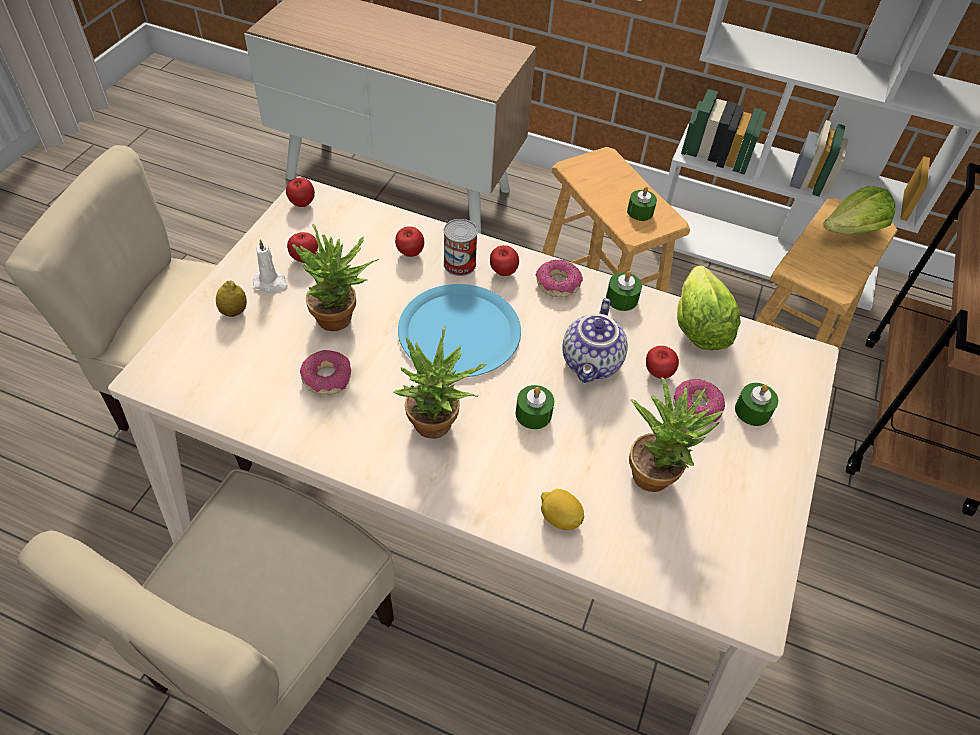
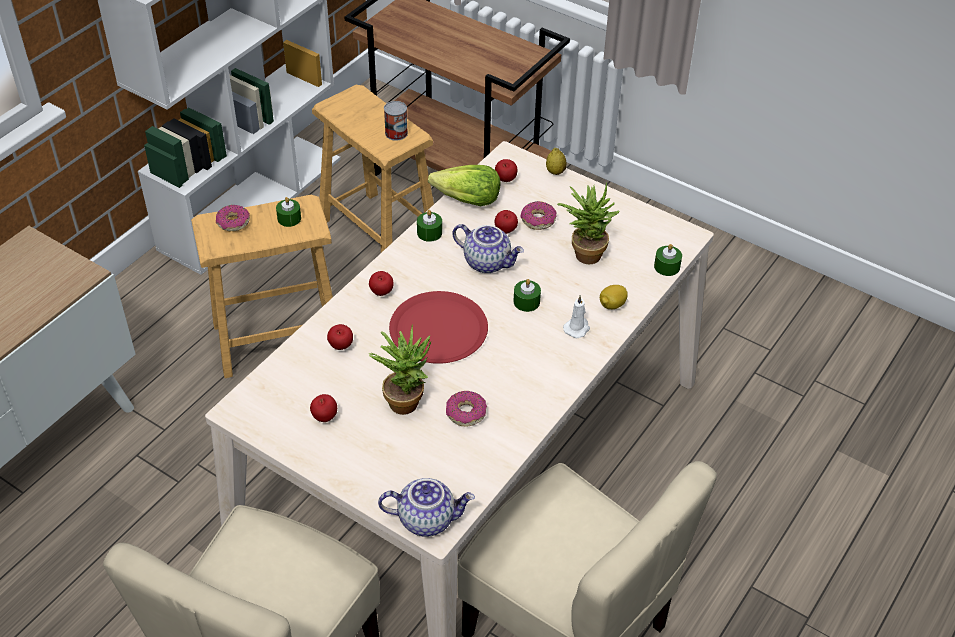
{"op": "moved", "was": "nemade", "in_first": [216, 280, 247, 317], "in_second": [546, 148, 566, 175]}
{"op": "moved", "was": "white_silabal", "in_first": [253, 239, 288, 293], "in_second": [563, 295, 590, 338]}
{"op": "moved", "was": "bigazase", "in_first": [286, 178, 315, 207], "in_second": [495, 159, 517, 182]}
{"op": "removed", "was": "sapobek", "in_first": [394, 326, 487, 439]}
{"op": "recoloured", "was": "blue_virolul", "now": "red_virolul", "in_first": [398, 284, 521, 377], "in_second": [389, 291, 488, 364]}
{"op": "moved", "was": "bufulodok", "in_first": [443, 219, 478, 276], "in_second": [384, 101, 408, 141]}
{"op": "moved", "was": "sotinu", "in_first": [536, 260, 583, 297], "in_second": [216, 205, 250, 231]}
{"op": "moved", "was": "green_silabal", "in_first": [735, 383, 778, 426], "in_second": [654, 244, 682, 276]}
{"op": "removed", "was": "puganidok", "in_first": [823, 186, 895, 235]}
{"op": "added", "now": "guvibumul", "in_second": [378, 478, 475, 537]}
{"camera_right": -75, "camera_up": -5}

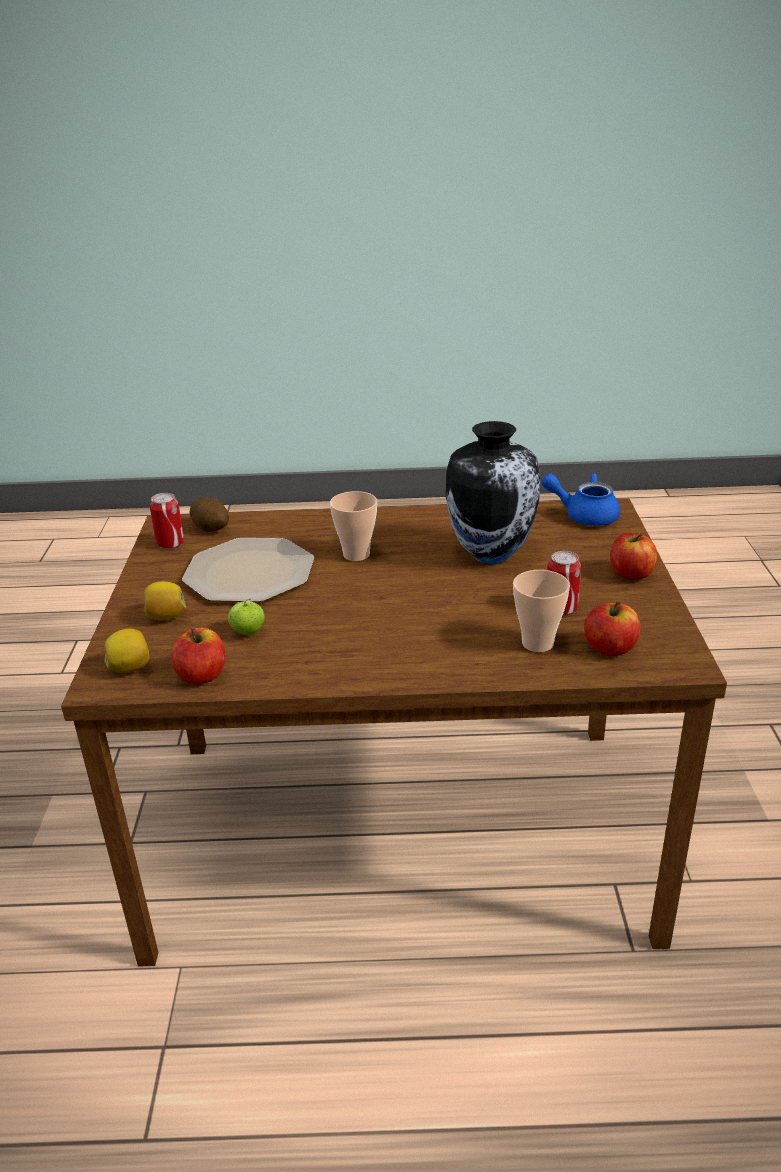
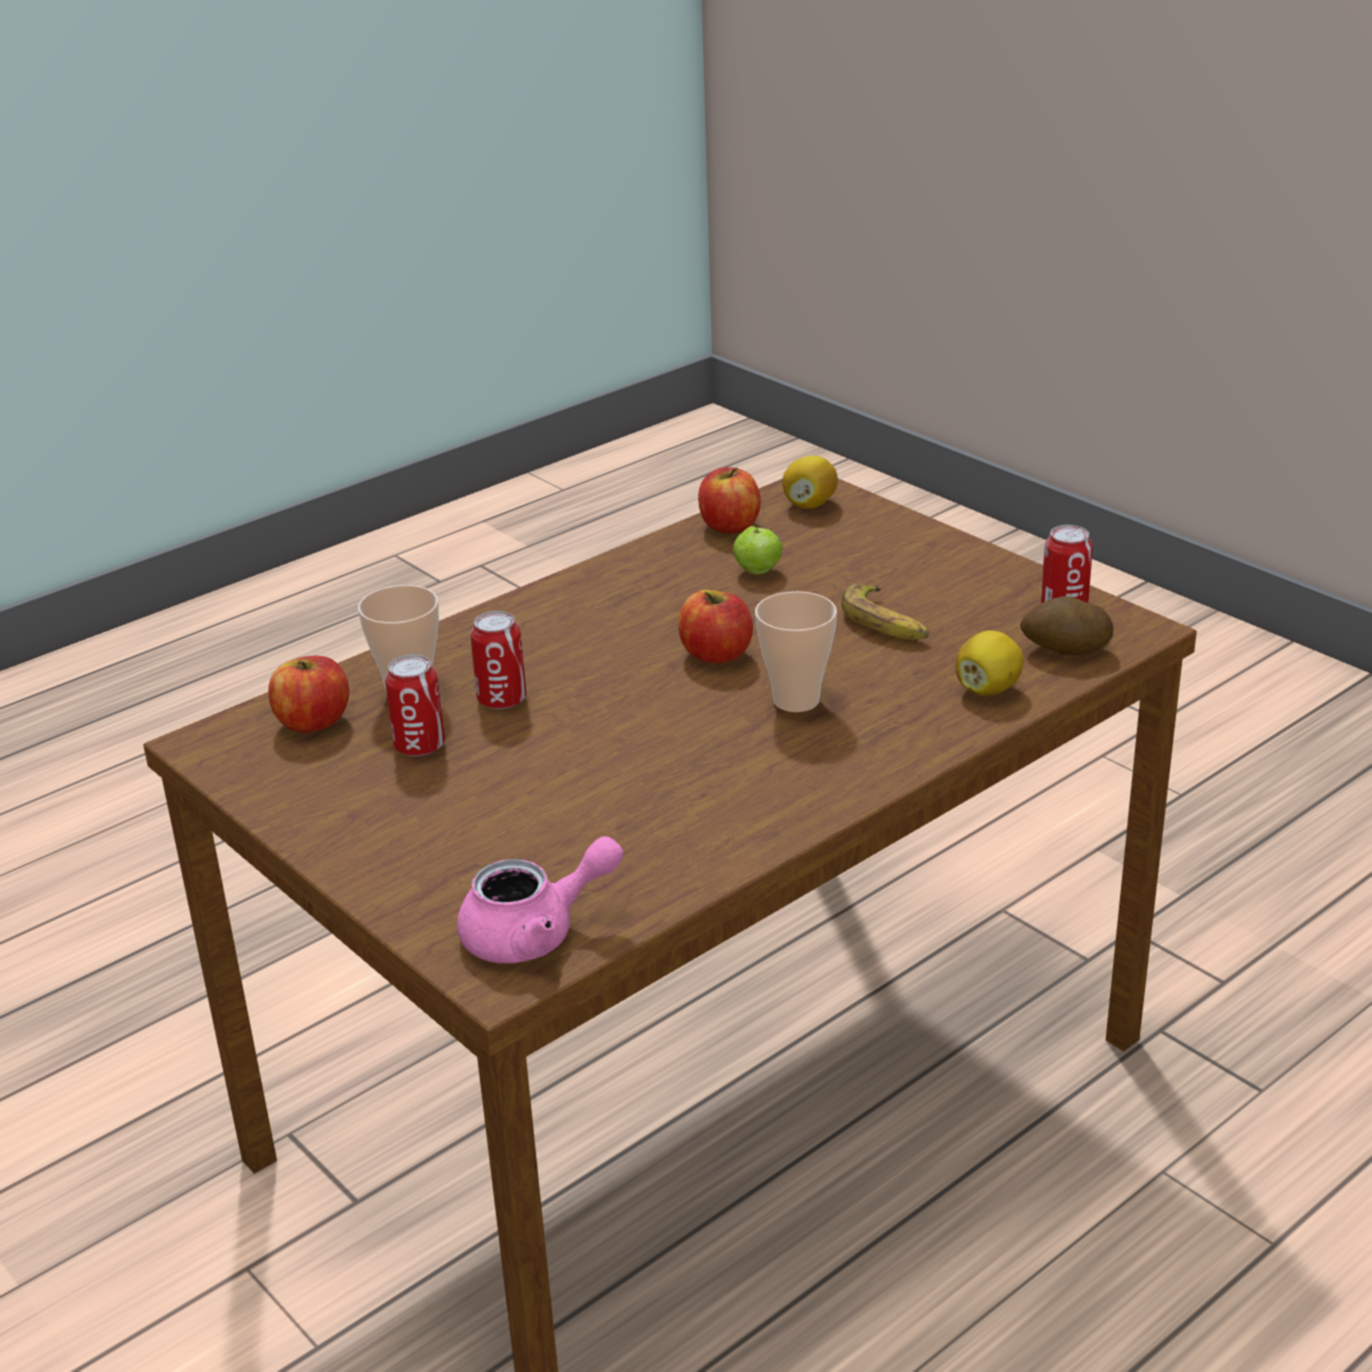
{"op": "moved", "was": "nemade", "in_first": [144, 581, 186, 620], "in_second": [956, 630, 1024, 696]}
{"op": "replaced", "was": "virolul", "now": "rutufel", "in_first": [182, 538, 314, 602], "in_second": [841, 584, 929, 640]}
{"op": "removed", "was": "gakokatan", "in_first": [446, 421, 540, 564]}
{"op": "recoloured", "was": "blue_guvibumul", "now": "pink_guvibumul", "in_first": [541, 474, 620, 526], "in_second": [457, 836, 623, 963]}
{"op": "moved", "was": "bigazase", "in_first": [610, 532, 657, 580], "in_second": [678, 590, 753, 663]}
{"op": "added", "now": "bufulodok", "in_second": [471, 611, 526, 709]}
{"camera_right": 140, "camera_up": 0}

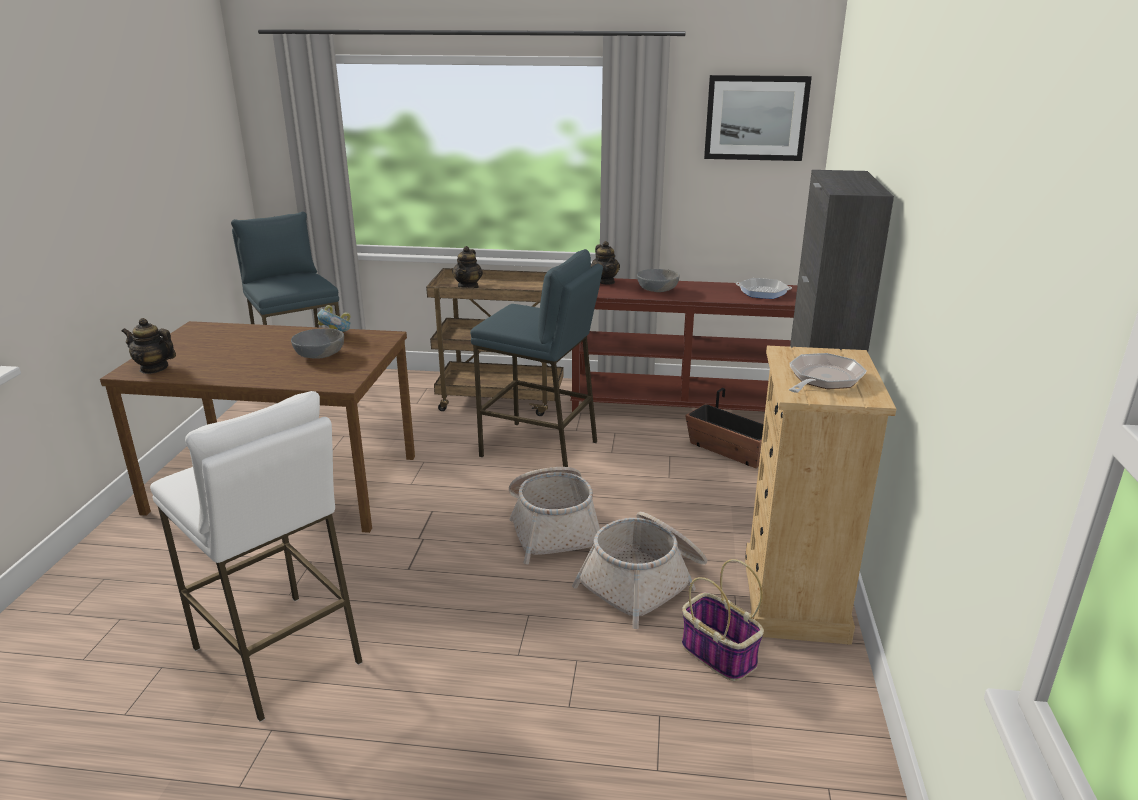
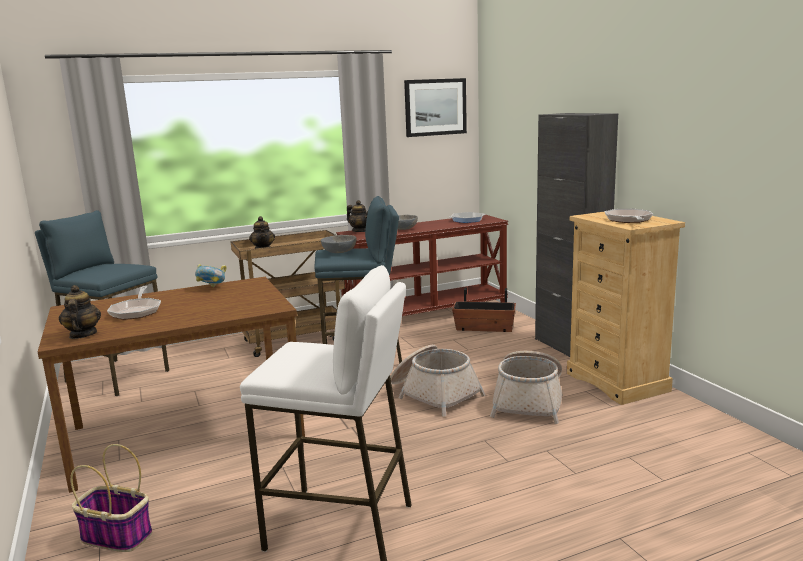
{"op": "turned", "was": "guvibumul", "in_first": [121, 318, 176, 374], "in_second": [59, 285, 101, 339], "clockwise": 90}
{"op": "moved", "was": "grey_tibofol", "in_first": [291, 328, 344, 359], "in_second": [321, 235, 357, 253]}
{"op": "moved", "was": "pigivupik", "in_first": [682, 559, 764, 681], "in_second": [70, 444, 152, 552]}
{"op": "added", "now": "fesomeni", "in_second": [107, 286, 161, 320]}
{"camera_right": -30, "camera_up": -10}

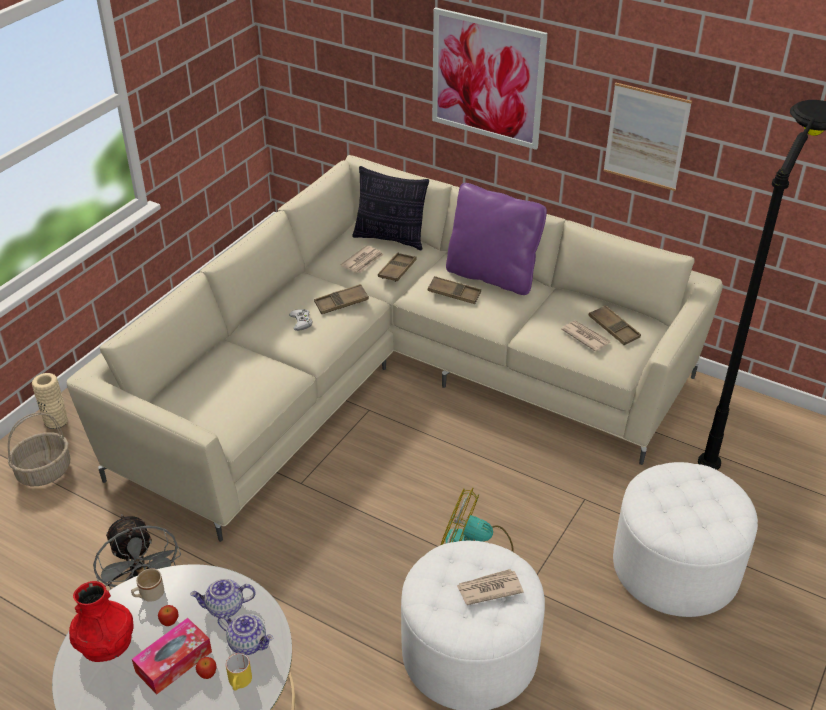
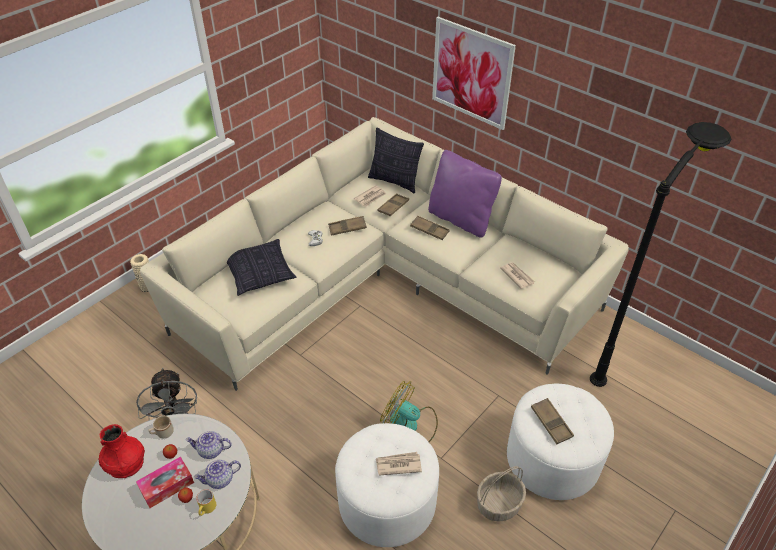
{"op": "moved", "was": "pigivupik", "in_first": [8, 412, 70, 486], "in_second": [477, 466, 526, 522]}
{"op": "turned", "was": "guvibumul", "in_first": [218, 614, 273, 655], "in_second": [194, 460, 241, 489], "clockwise": 120}
{"op": "moved", "was": "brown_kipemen", "in_first": [588, 305, 641, 345], "in_second": [531, 398, 574, 445]}
{"op": "removed", "was": "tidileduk", "in_first": [603, 82, 692, 191]}
{"op": "added", "now": "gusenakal", "in_second": [227, 239, 296, 296]}
{"camera_right": 10, "camera_up": 5}

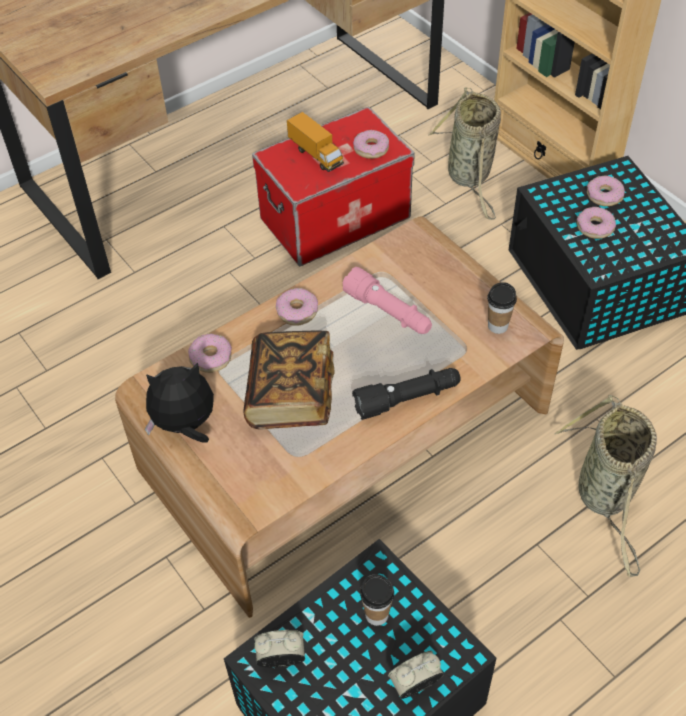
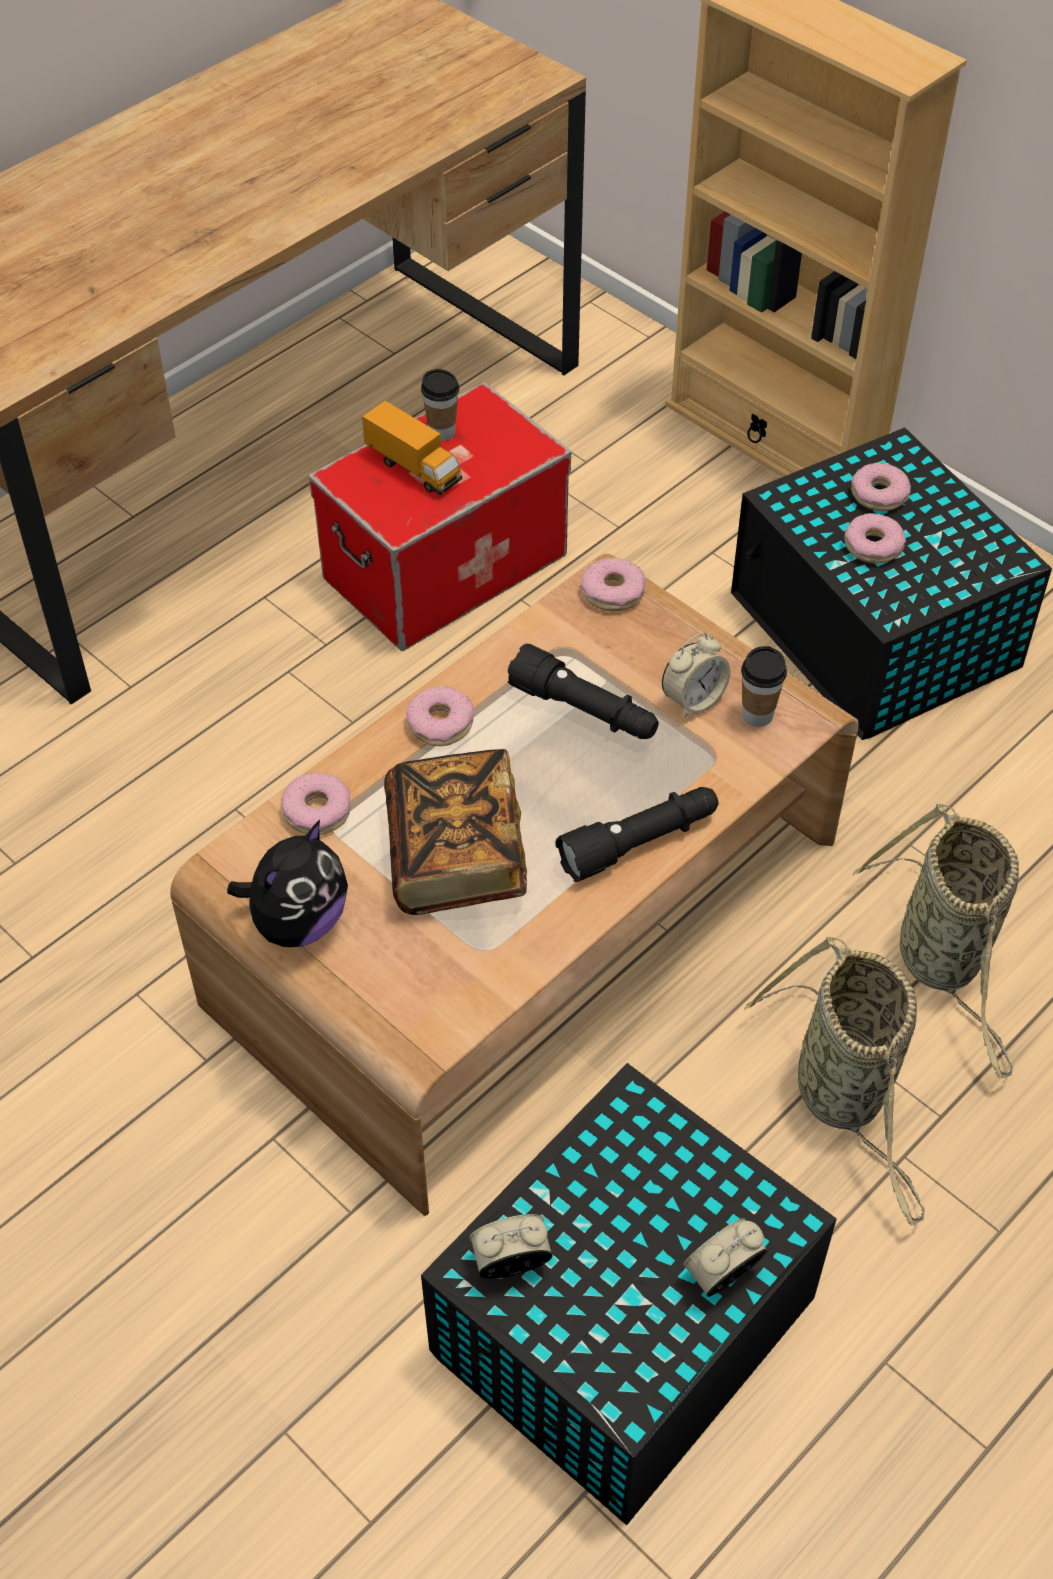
{"op": "turned", "was": "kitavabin", "in_first": [145, 362, 214, 443], "in_second": [227, 820, 348, 947], "clockwise": 150}
{"op": "recoloured", "was": "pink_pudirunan", "now": "black_pudirunan", "in_first": [343, 267, 432, 334], "in_second": [508, 644, 659, 739]}
{"op": "moved", "was": "sotinu", "in_first": [353, 130, 389, 159], "in_second": [581, 558, 645, 611]}
{"op": "moved", "was": "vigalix", "in_first": [360, 574, 394, 626], "in_second": [421, 369, 459, 441]}
{"op": "moved", "was": "pigivupik", "in_first": [428, 88, 501, 220], "in_second": [744, 937, 925, 1226]}
{"op": "added", "now": "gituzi", "in_second": [662, 632, 731, 718]}
{"camera_right": -10, "camera_up": 0}

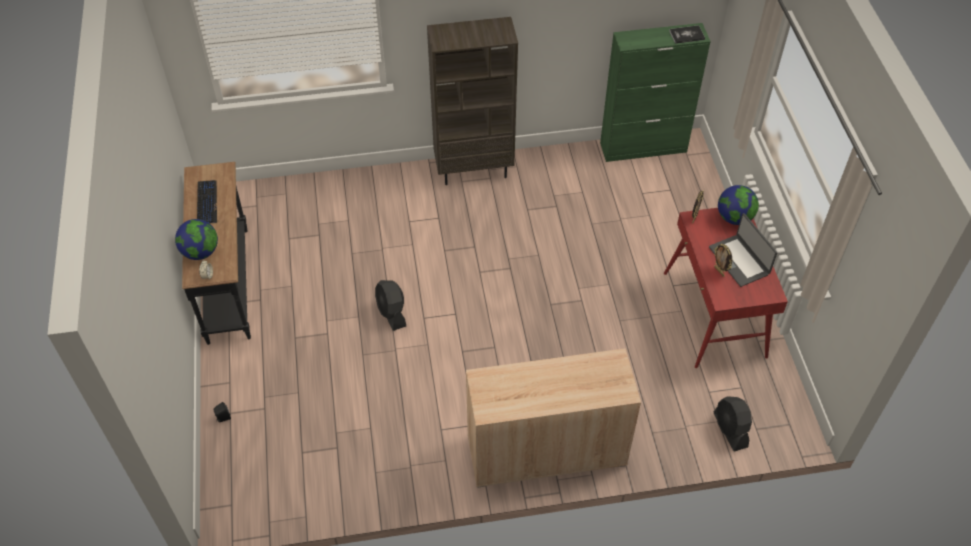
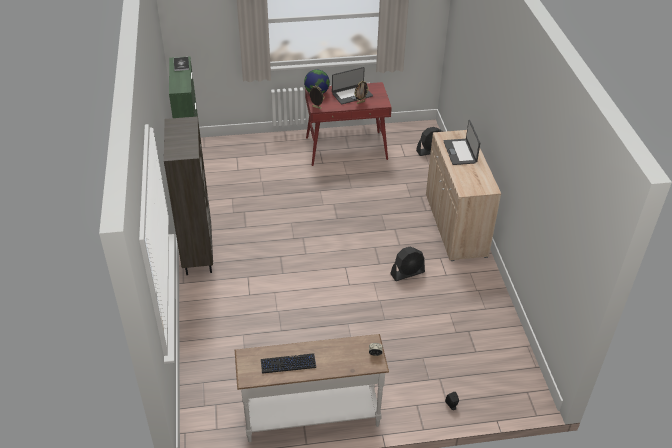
{"op": "removed", "was": "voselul", "in_first": [175, 219, 218, 260]}
{"op": "recoloured", "was": "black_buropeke", "now": "white_buropeke", "in_first": [182, 162, 251, 345], "in_second": [235, 334, 389, 443]}
{"op": "moved", "was": "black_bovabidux", "in_first": [375, 280, 406, 331], "in_second": [390, 247, 425, 281]}
{"op": "added", "now": "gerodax", "in_second": [443, 120, 480, 165]}
{"camera_right": -90, "camera_up": -10}

